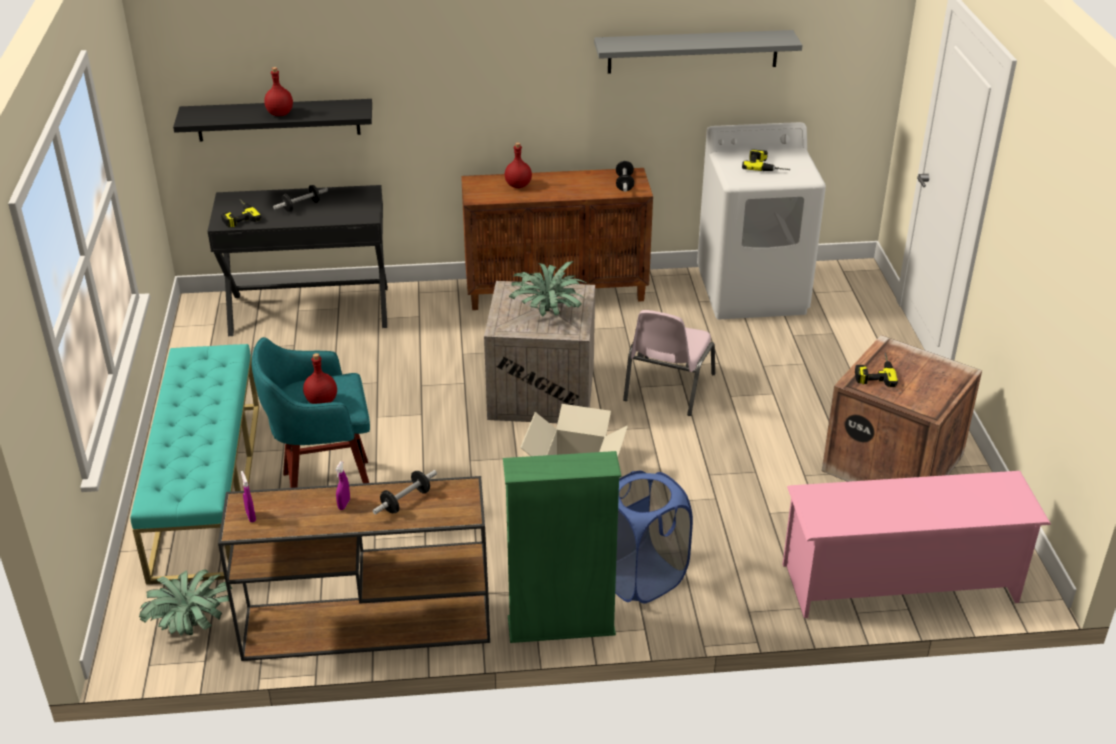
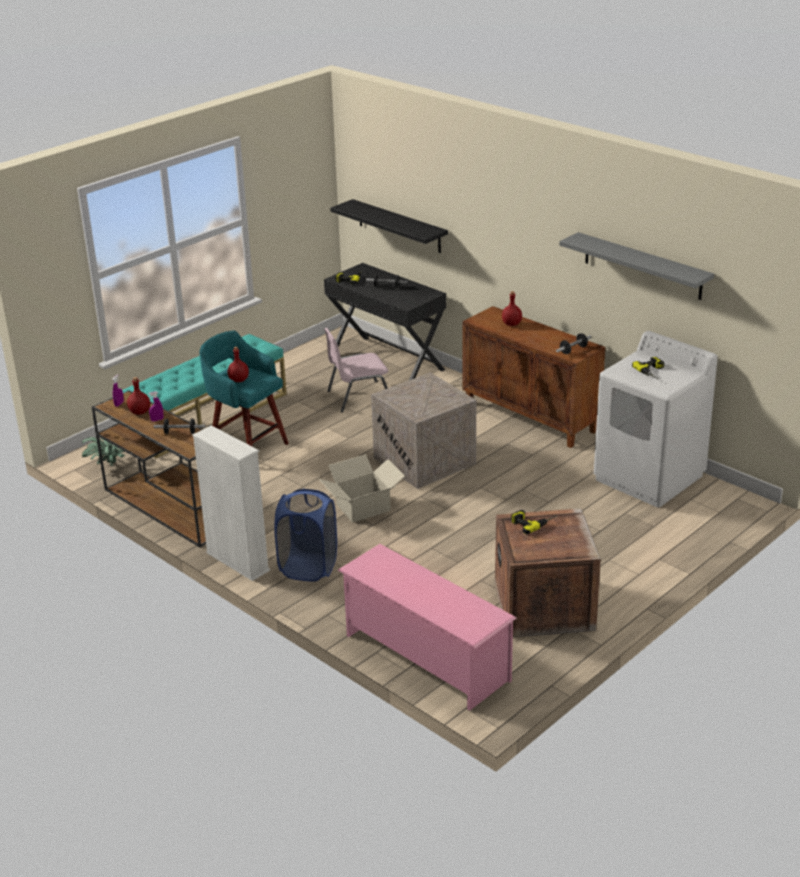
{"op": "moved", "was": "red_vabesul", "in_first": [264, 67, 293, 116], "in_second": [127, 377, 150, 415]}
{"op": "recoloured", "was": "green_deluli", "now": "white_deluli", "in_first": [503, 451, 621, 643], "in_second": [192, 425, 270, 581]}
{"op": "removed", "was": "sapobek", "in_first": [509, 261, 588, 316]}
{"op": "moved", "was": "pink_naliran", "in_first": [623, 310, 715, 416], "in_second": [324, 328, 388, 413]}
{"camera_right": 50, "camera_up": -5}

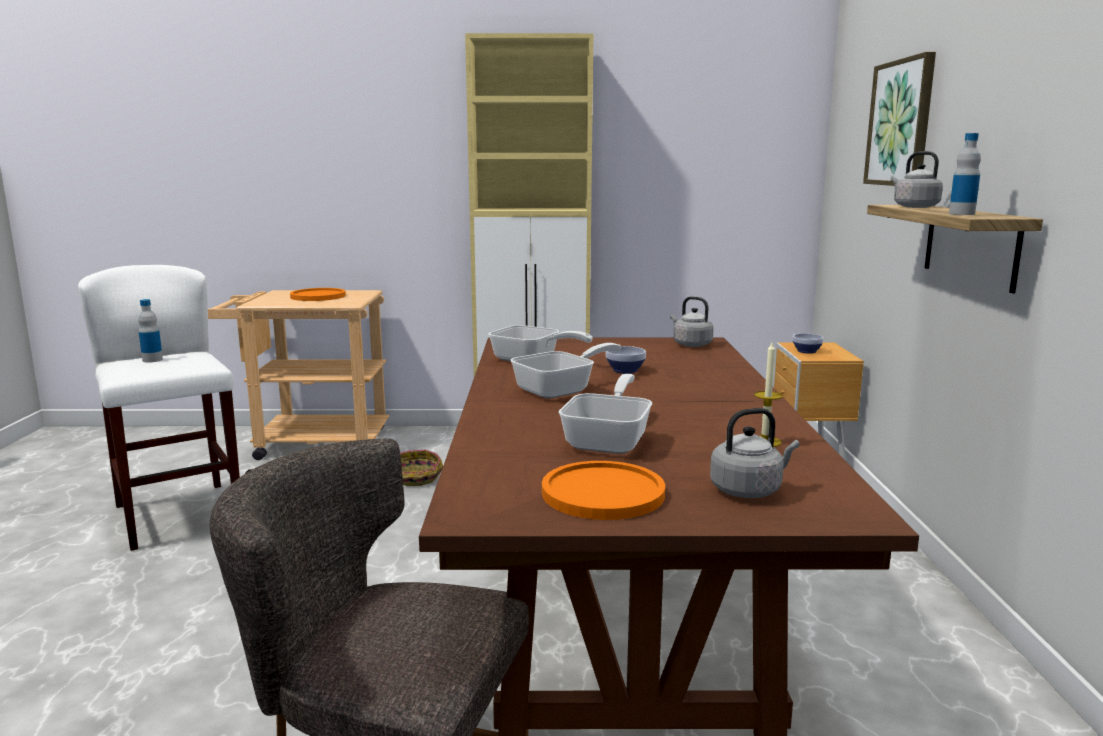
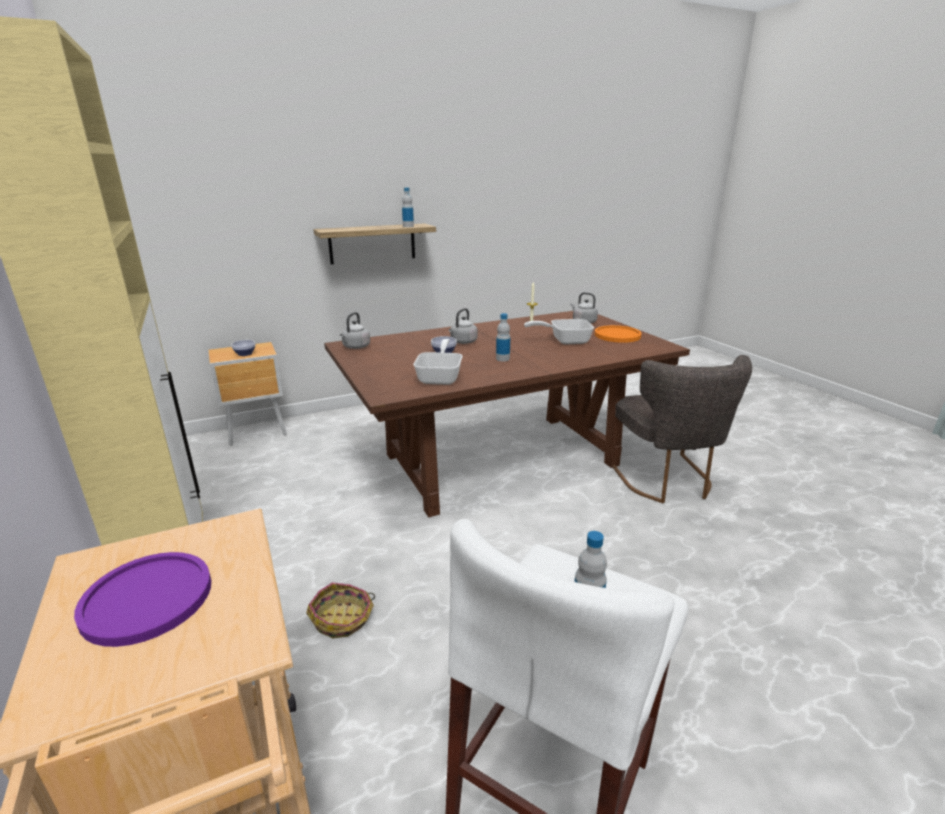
{"op": "recoloured", "was": "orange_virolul", "now": "purple_virolul", "in_first": [290, 288, 346, 301], "in_second": [74, 552, 211, 647]}
{"op": "replaced", "was": "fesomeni", "now": "vabesul", "in_first": [511, 343, 621, 399], "in_second": [496, 313, 510, 361]}
{"op": "removed", "was": "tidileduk", "in_first": [863, 52, 936, 186]}
{"op": "moved", "was": "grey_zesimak", "in_first": [891, 151, 943, 208], "in_second": [449, 308, 477, 344]}
{"camera_right": -115, "camera_up": 10}

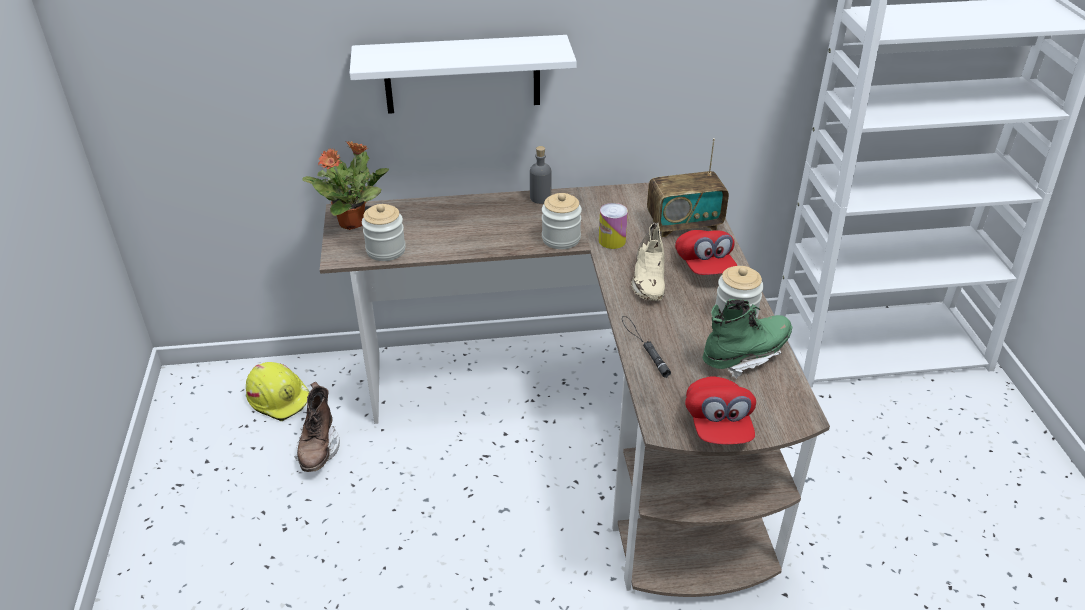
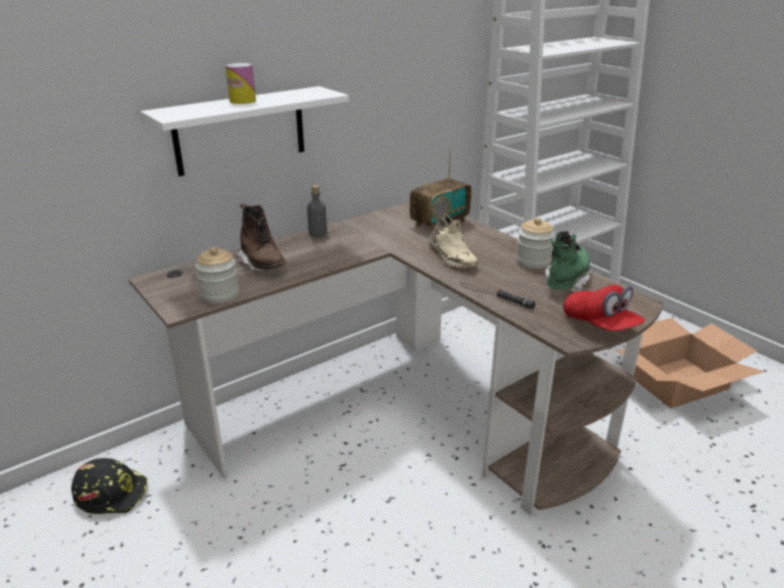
{"op": "recoloured", "was": "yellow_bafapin", "now": "black_bafapin", "in_first": [246, 362, 310, 421], "in_second": [71, 458, 147, 514]}
{"op": "moved", "was": "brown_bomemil", "in_first": [294, 382, 340, 472], "in_second": [236, 203, 286, 272]}
{"op": "removed", "was": "sapobek", "in_first": [302, 141, 389, 230]}
{"op": "removed", "was": "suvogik", "in_first": [542, 193, 582, 249]}
{"op": "moved", "was": "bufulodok", "in_first": [599, 203, 628, 249], "in_second": [225, 63, 256, 104]}
{"op": "removed", "was": "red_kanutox", "in_first": [675, 230, 737, 275]}
{"op": "added", "now": "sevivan", "in_second": [616, 318, 764, 408]}
{"camera_right": -30, "camera_up": -10}

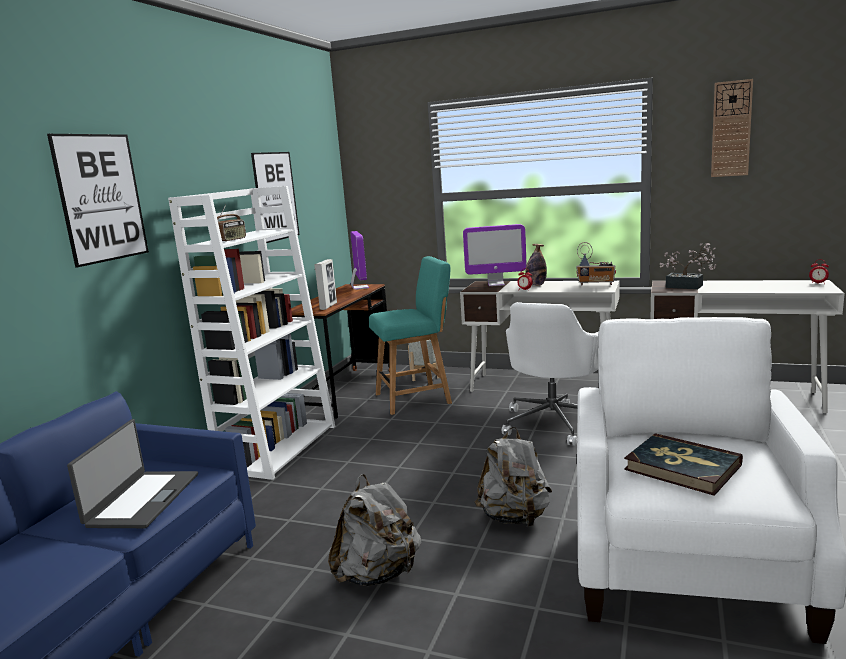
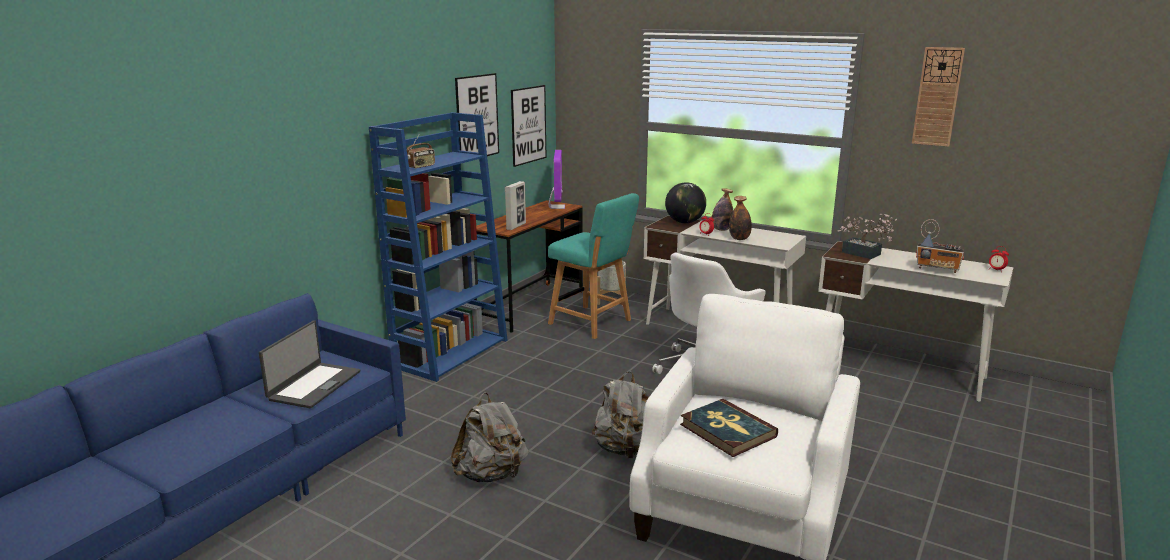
{"op": "moved", "was": "tidileduk", "in_first": [47, 134, 149, 267], "in_second": [511, 85, 547, 167]}
{"op": "recoloured", "was": "white_deluli", "now": "blue_deluli", "in_first": [168, 186, 335, 480], "in_second": [369, 112, 508, 382]}
{"op": "turned", "was": "turquoise_naliran", "in_first": [369, 256, 452, 415], "in_second": [548, 193, 639, 339], "clockwise": 45}
{"op": "replaced", "was": "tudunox", "now": "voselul", "in_first": [463, 224, 526, 286], "in_second": [665, 182, 706, 223]}
{"op": "moved", "was": "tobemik", "in_first": [576, 242, 616, 286], "in_second": [916, 219, 964, 273]}
{"op": "added", "now": "vabesul", "in_second": [729, 196, 752, 240]}
{"camera_right": 10, "camera_up": 5}

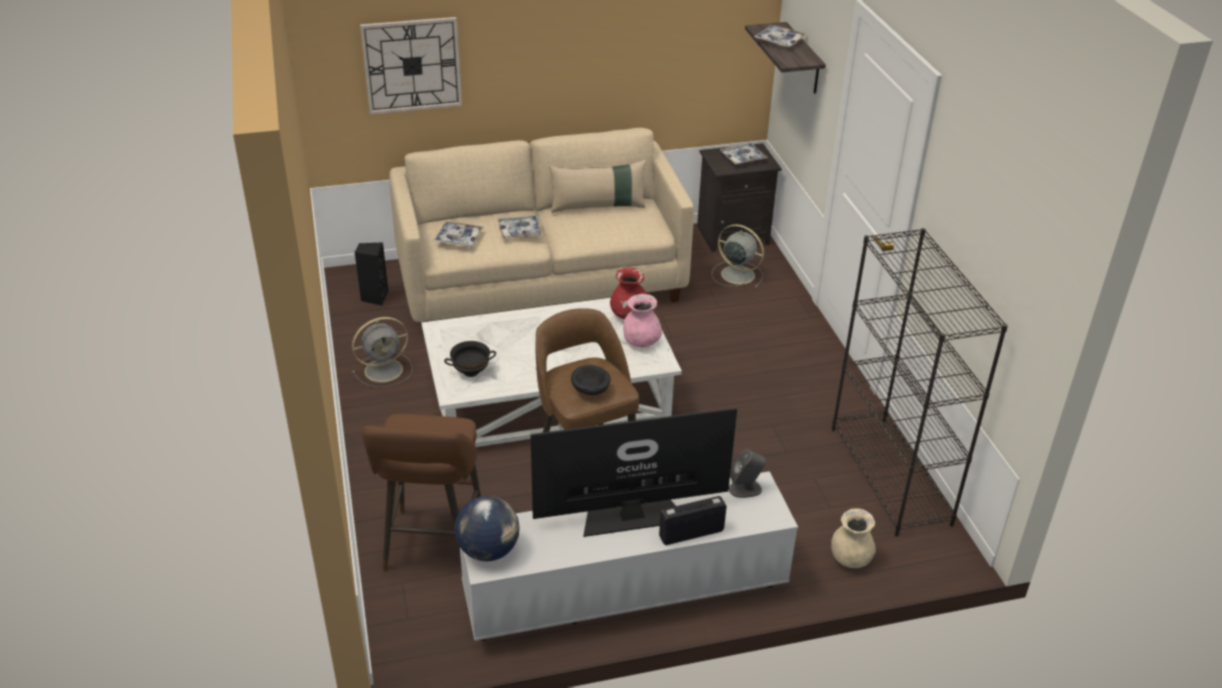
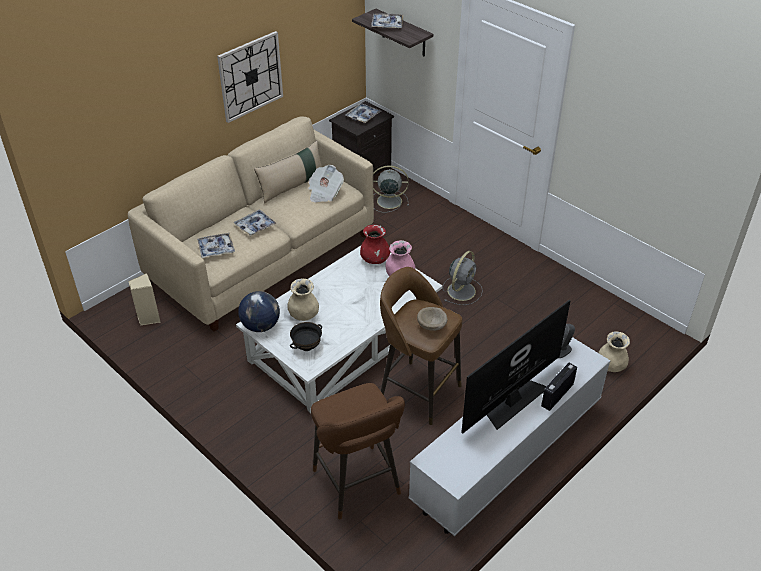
{"op": "moved", "was": "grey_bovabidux", "in_first": [352, 317, 413, 387], "in_second": [443, 251, 483, 305]}
{"op": "recoloured", "was": "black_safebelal", "now": "beige_safebelal", "in_first": [355, 242, 388, 306], "in_second": [128, 273, 160, 325]}
{"op": "moved", "was": "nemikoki", "in_first": [360, 17, 462, 114], "in_second": [217, 31, 283, 123]}
{"op": "moved", "was": "voselul", "in_first": [455, 496, 520, 561], "in_second": [238, 291, 280, 332]}
{"op": "recoloured", "was": "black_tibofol", "now": "beige_tibofol", "in_first": [571, 365, 610, 395], "in_second": [417, 307, 448, 331]}
{"op": "removed", "was": "black_deluli", "in_first": [832, 228, 1008, 537]}
{"op": "added", "now": "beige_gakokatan", "in_second": [288, 278, 319, 321]}
{"op": "added", "now": "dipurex", "in_second": [308, 165, 344, 202]}
{"camera_right": -30, "camera_up": 5}

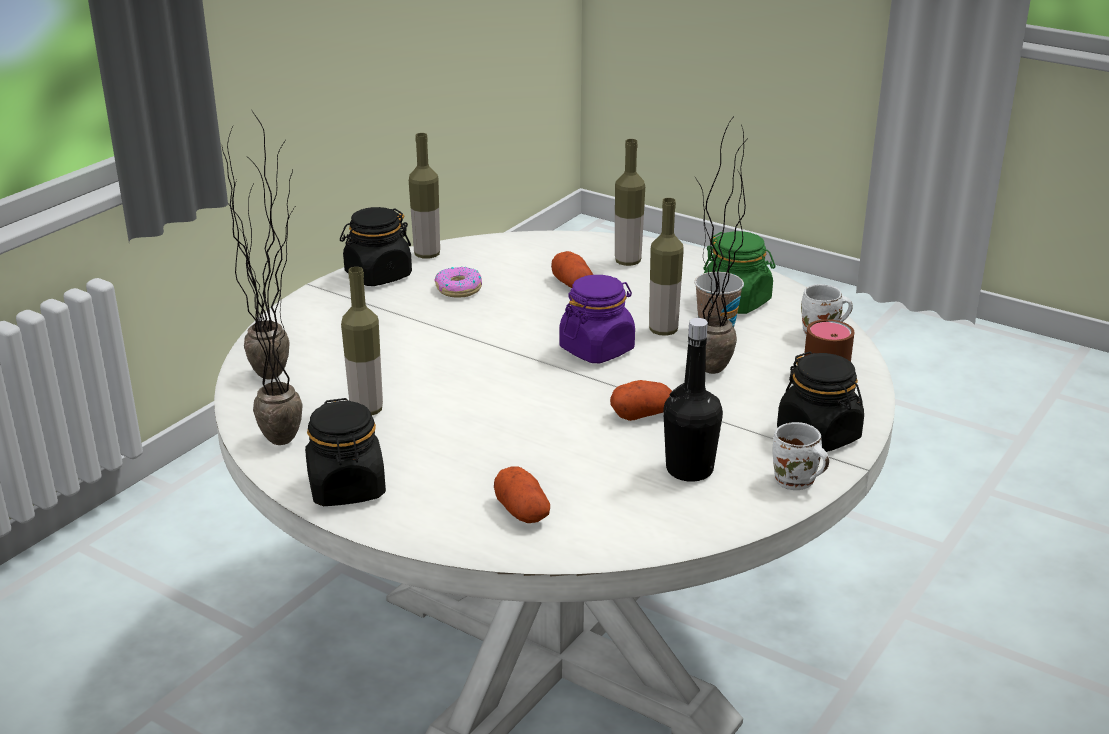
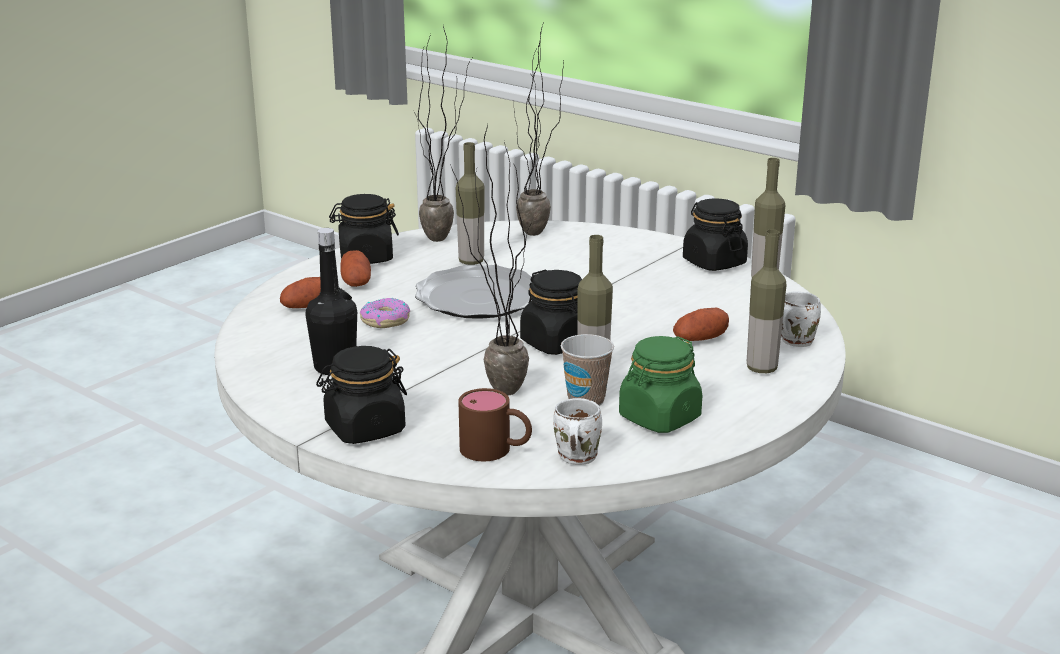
{"op": "moved", "was": "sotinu", "in_first": [434, 267, 482, 298], "in_second": [360, 298, 410, 328]}
{"op": "recoloured", "was": "purple_suvogik", "now": "black_suvogik", "in_first": [559, 275, 635, 363], "in_second": [520, 270, 582, 355]}
{"op": "moved", "was": "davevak", "in_first": [610, 380, 672, 421], "in_second": [340, 250, 371, 287]}
{"op": "moved", "was": "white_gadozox", "in_first": [772, 422, 829, 490], "in_second": [781, 292, 821, 347]}
{"op": "added", "now": "virolul", "in_second": [415, 265, 532, 319]}
{"camera_right": 95, "camera_up": -5}

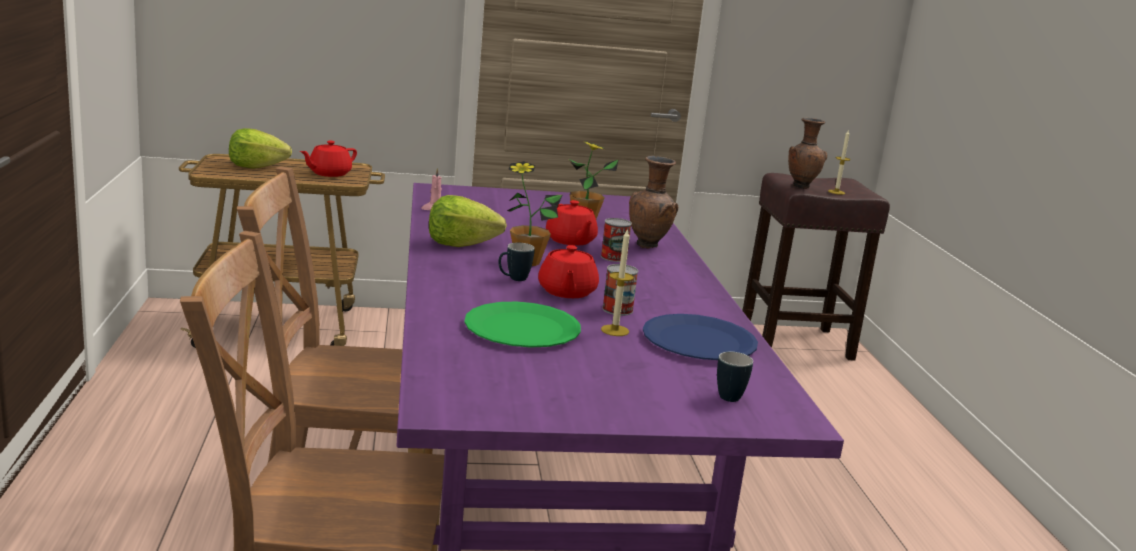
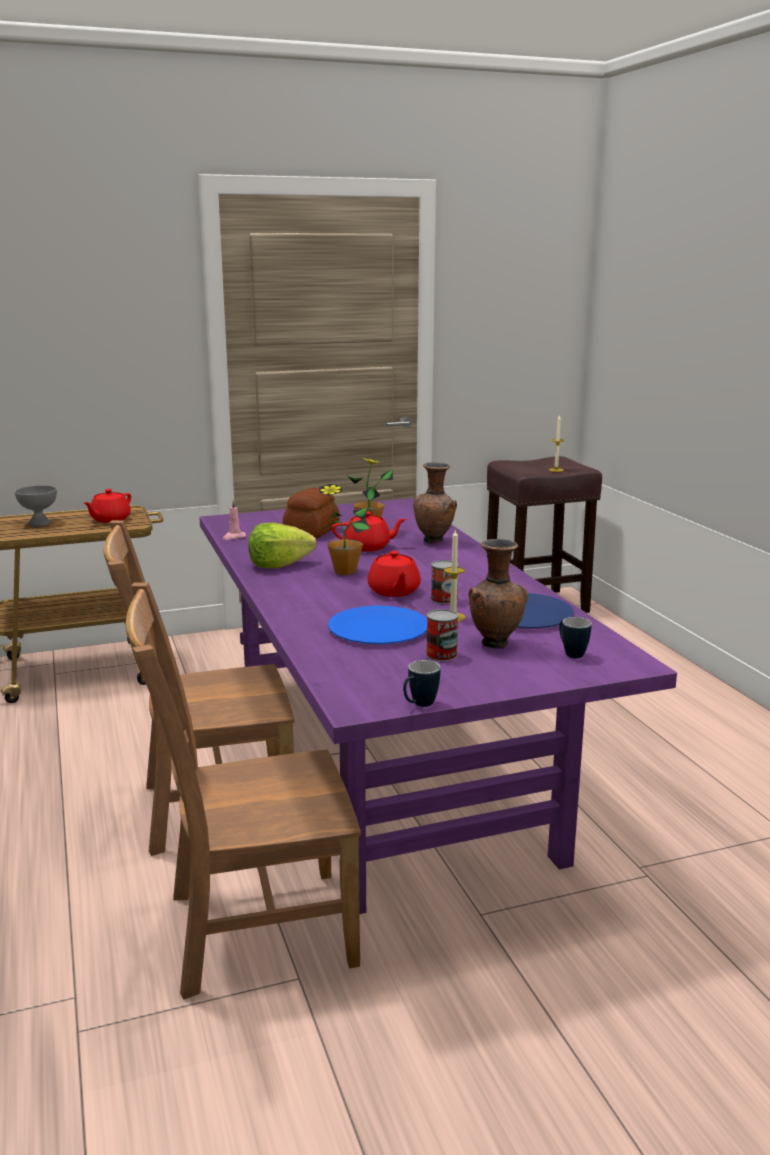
{"op": "replaced", "was": "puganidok", "now": "grey_tibofol", "in_first": [229, 128, 292, 169], "in_second": [15, 485, 57, 527]}
{"op": "recoloured", "was": "green_virolul", "now": "blue_virolul", "in_first": [464, 302, 581, 348], "in_second": [328, 605, 427, 644]}
{"op": "moved", "was": "gadozox", "in_first": [498, 243, 535, 281], "in_second": [403, 660, 440, 707]}
{"op": "turned", "was": "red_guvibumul", "in_first": [546, 200, 598, 246], "in_second": [332, 511, 406, 551], "clockwise": -60}
{"op": "moved", "was": "bufulodok", "in_first": [601, 218, 632, 262], "in_second": [426, 609, 458, 661]}
{"op": "moved", "was": "brown_gakokatan", "in_first": [788, 118, 827, 189], "in_second": [469, 539, 528, 649]}
{"op": "added", "now": "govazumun", "in_second": [282, 487, 339, 538]}
{"camera_right": -10, "camera_up": 0}

